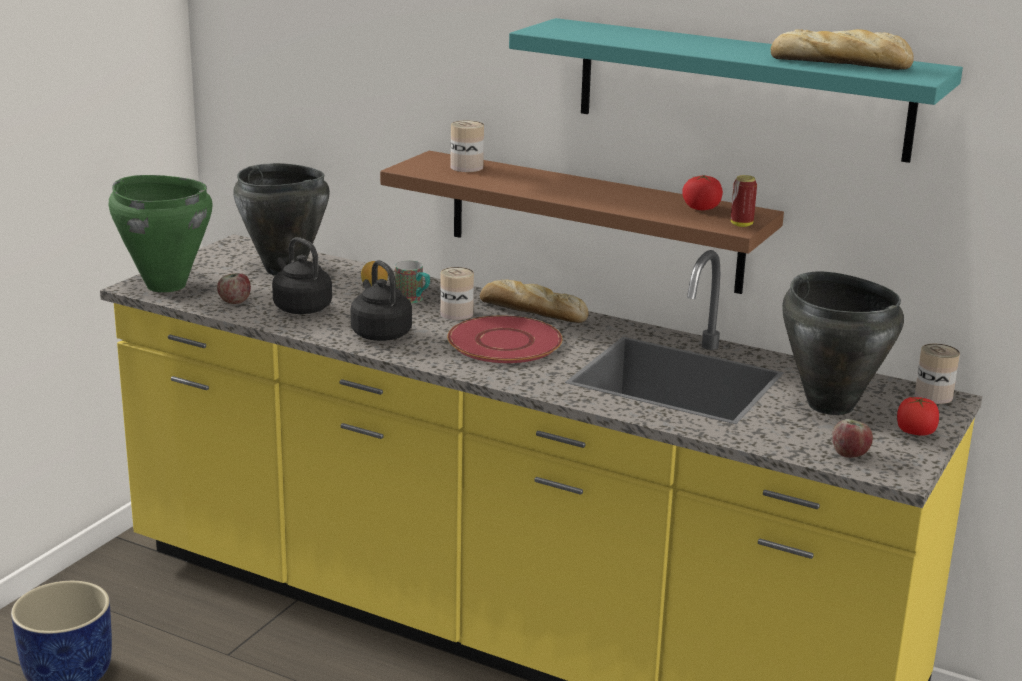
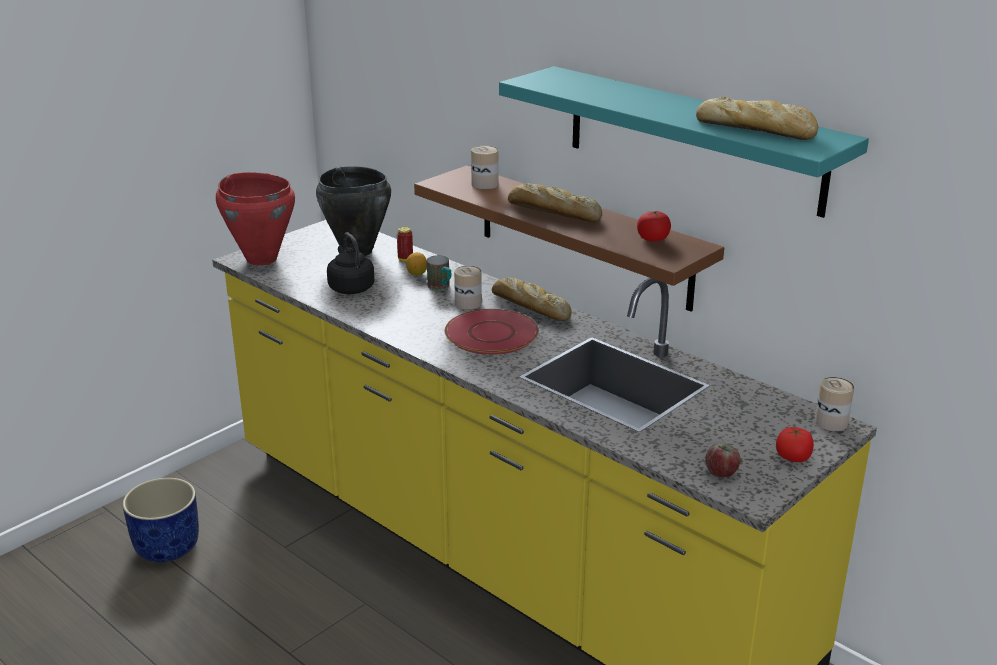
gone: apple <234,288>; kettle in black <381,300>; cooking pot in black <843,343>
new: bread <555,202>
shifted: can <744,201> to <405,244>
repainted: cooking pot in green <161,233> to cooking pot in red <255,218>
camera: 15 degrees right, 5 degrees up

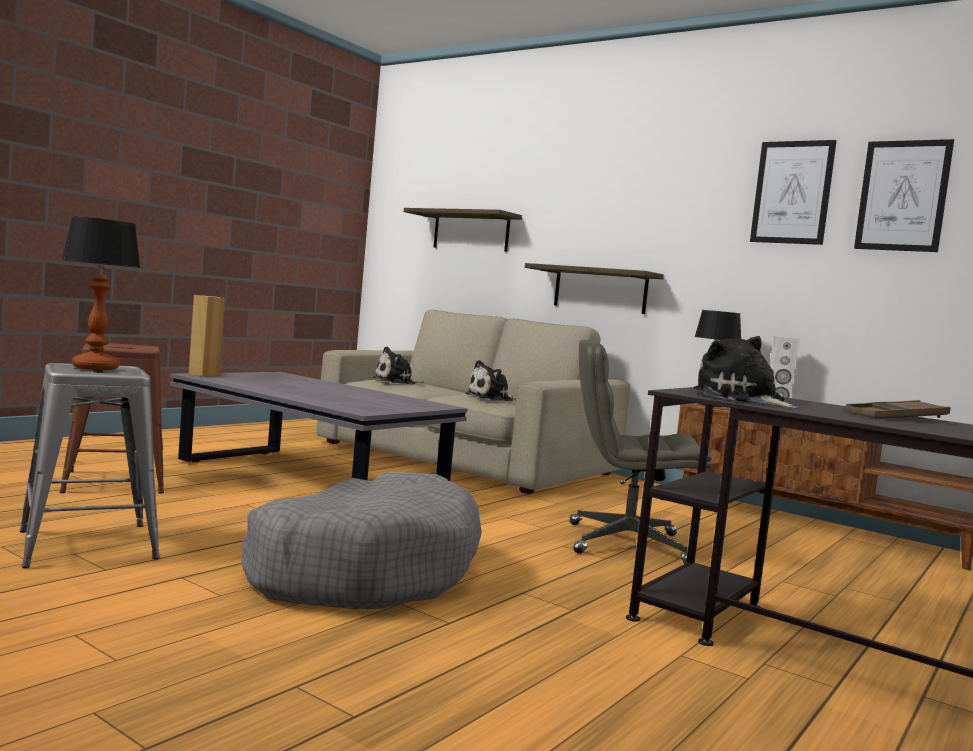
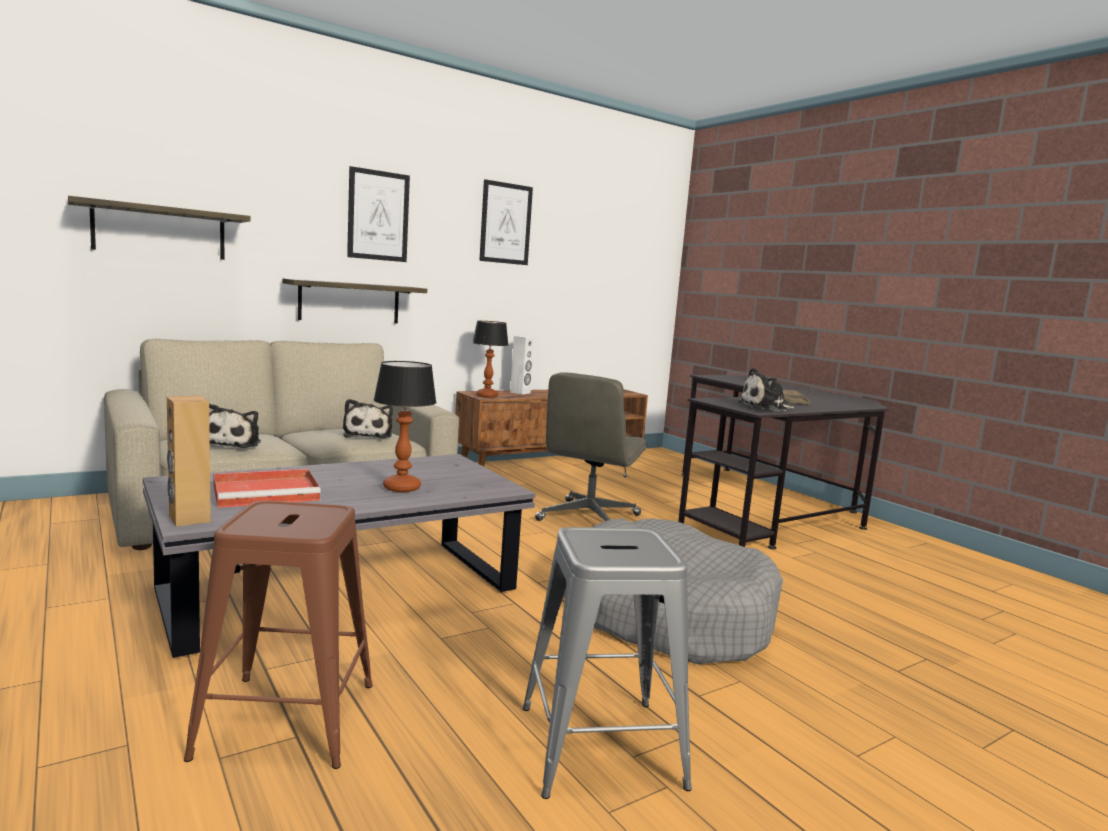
new: tray in red <267,488>
shifted: table lamp <101,293> to <405,426>; picture <904,195> to <378,214>
camera: 70 degrees left, 5 degrees up

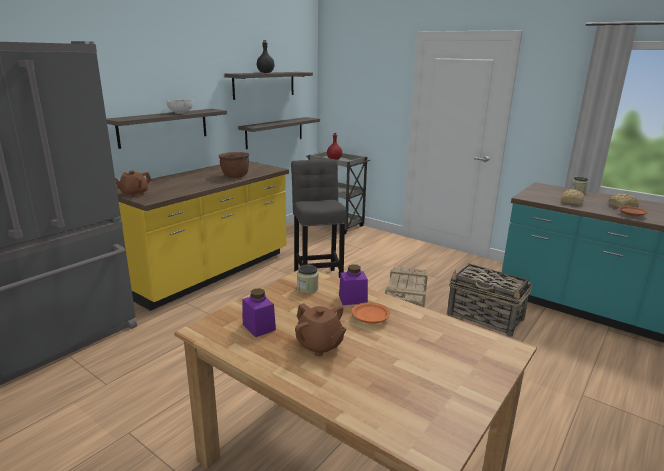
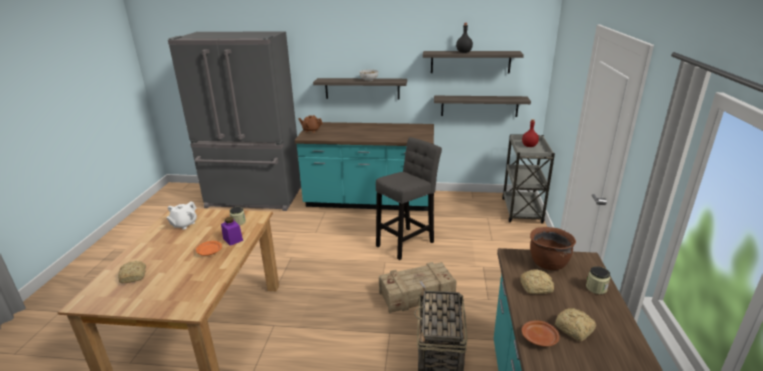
gone: teapot in brown <320,329>
new: bread <132,272>
shifted: cooking pot in brown <233,165> to <553,248>
swapped: jar in purple <259,312> to teapot in white <181,216>
repainted: counter in yellow <202,236> to counter in turquoise <364,166>
camera: 60 degrees right, 5 degrees up

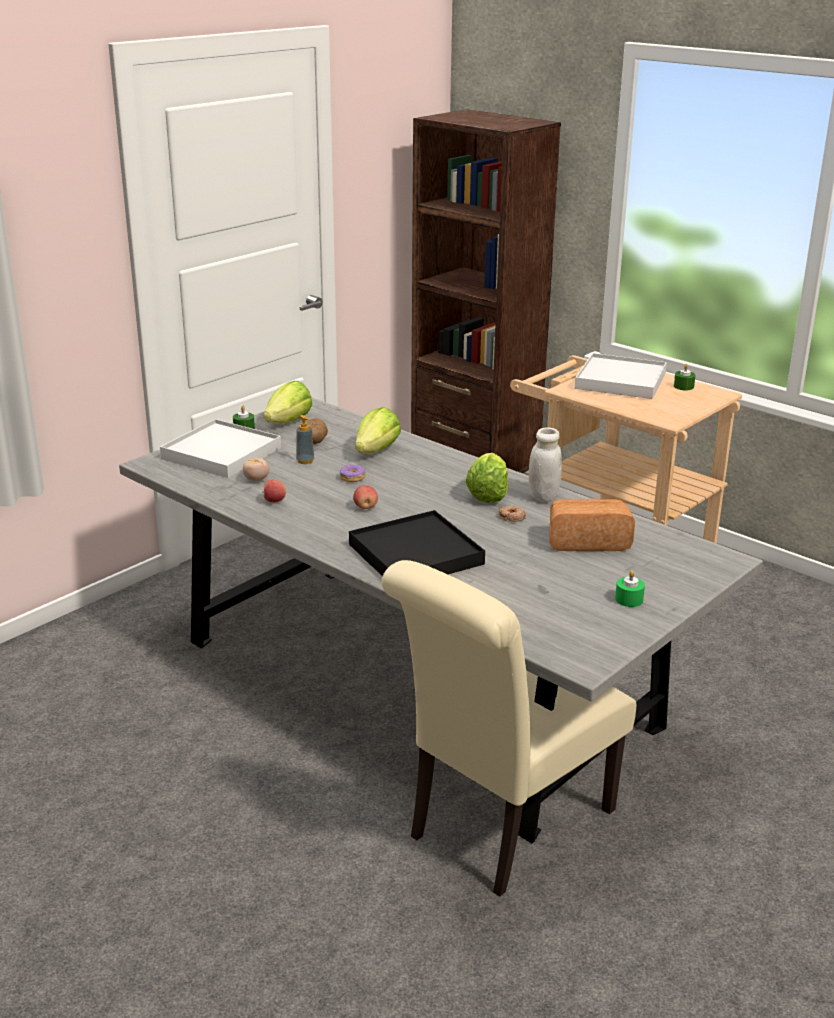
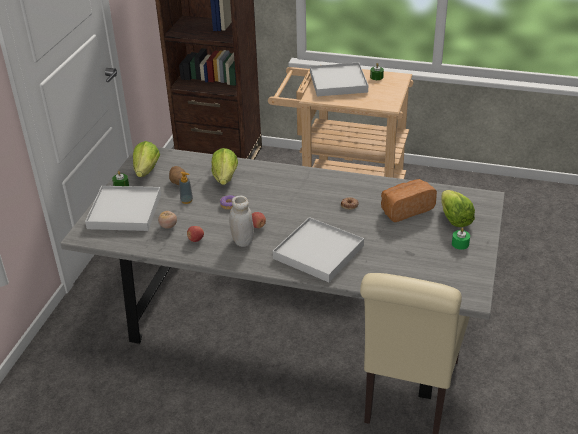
shifted: lettuce <487,478> to <458,208>; jar in white <545,465> to <241,221>
repainted: tray in black <417,543> to tray in white <318,249>
camera: 25 degrees left, 10 degrees up

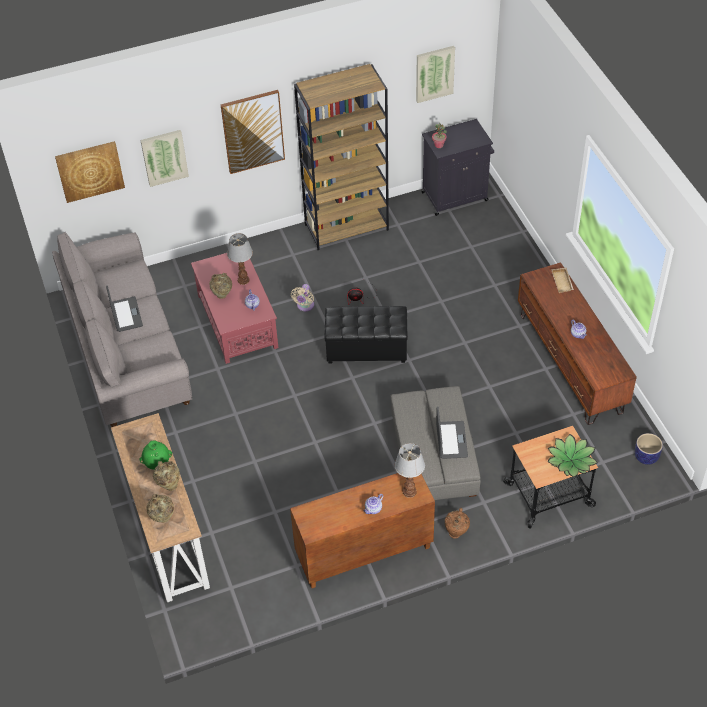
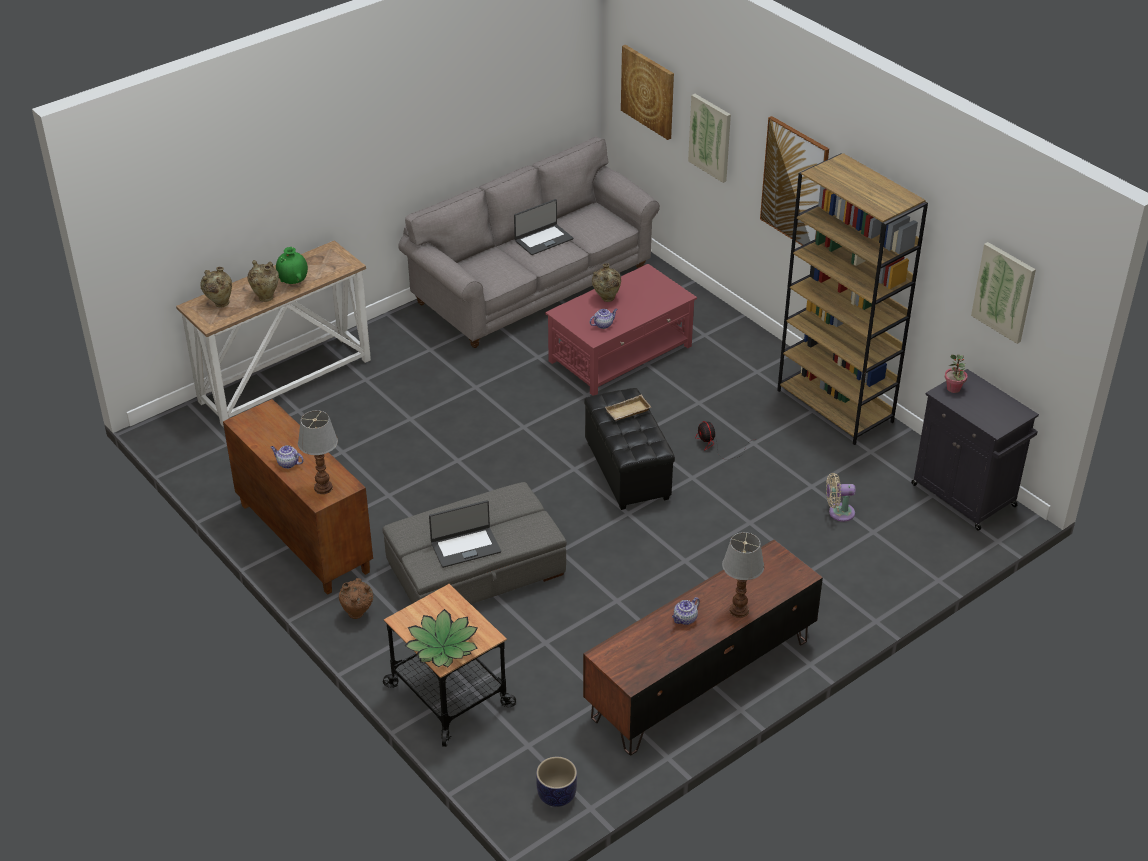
shifted: table lamp <240,259> to <743,575>; fan in beige <302,297> to <841,497>; tray in beige <562,280> to <628,408>
camera: 70 degrees right, 10 degrees down

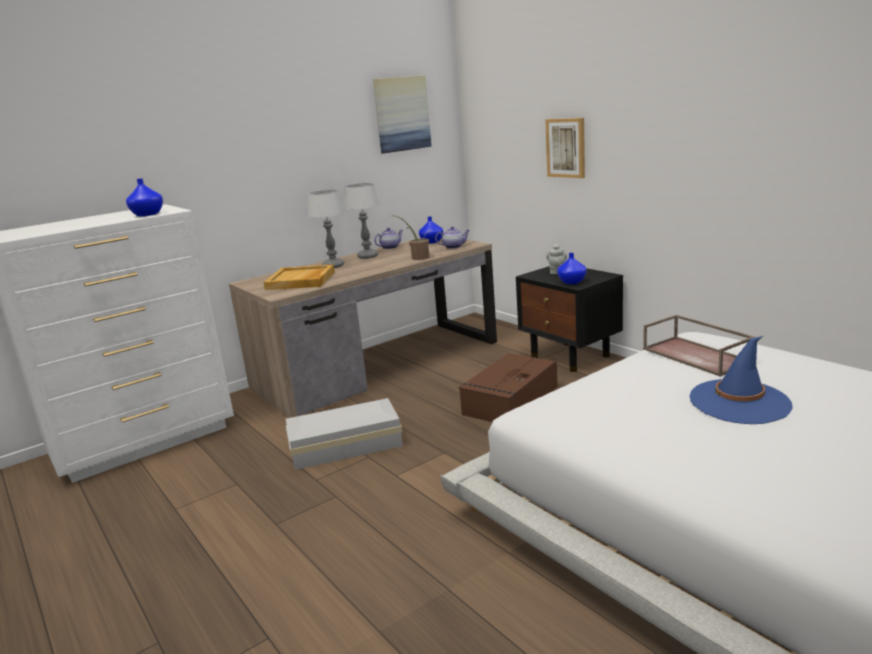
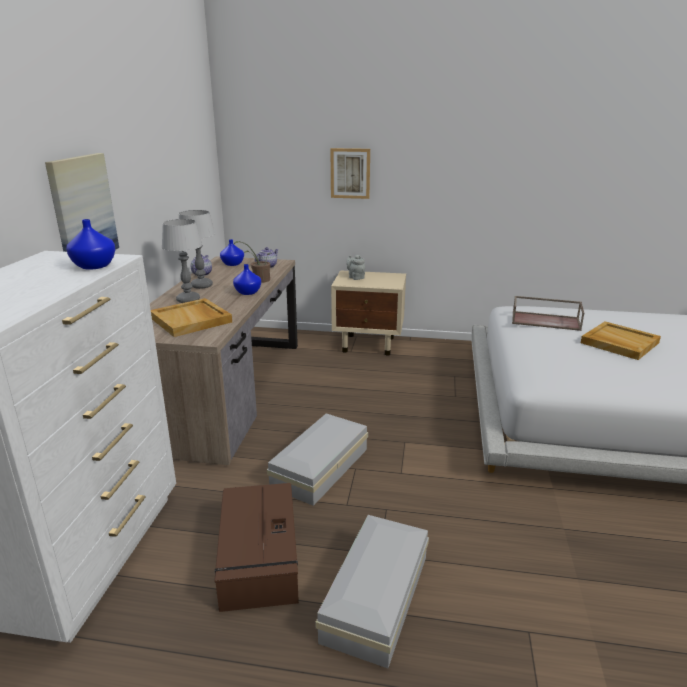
new: storage box in white <372,591>
shifted: picture <402,114> to <82,202>; storage box in brown <508,387> to <256,547>; vase in blue <571,268> to <247,279>
swapped: hat in blue <741,380> to tray in beige <621,340>
repainted: nightstand in black <569,319> to nightstand in beige <368,313>
camera: 45 degrees left, 5 degrees up

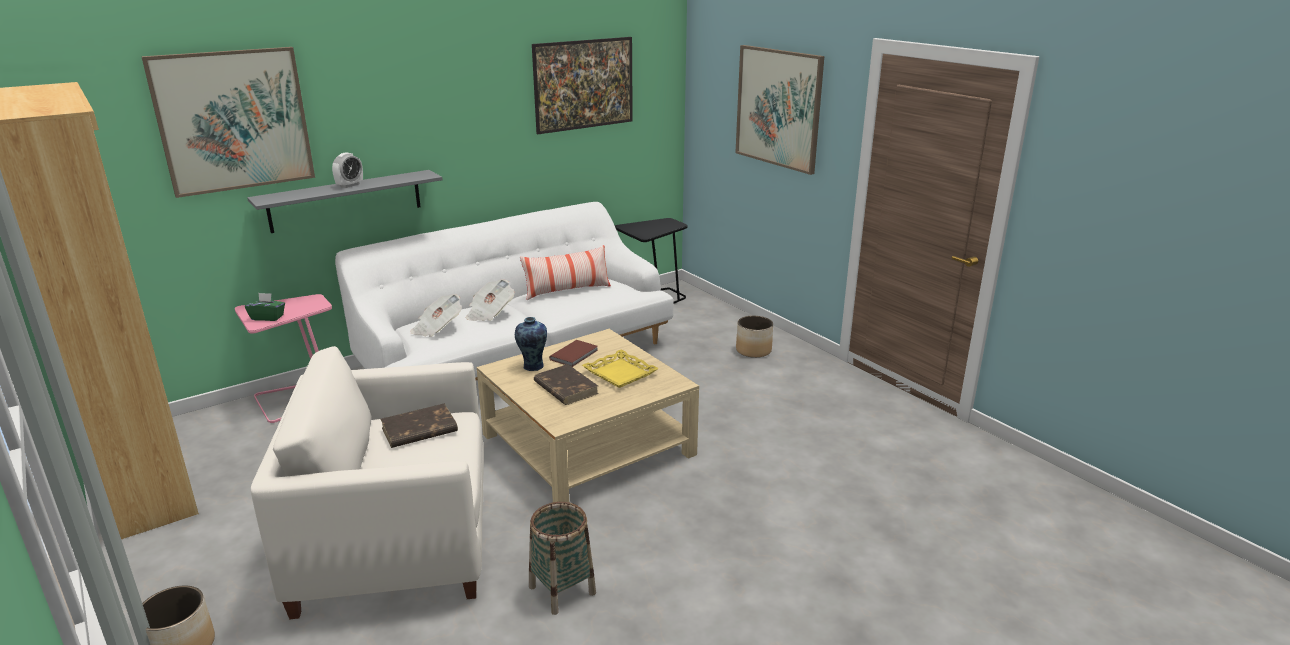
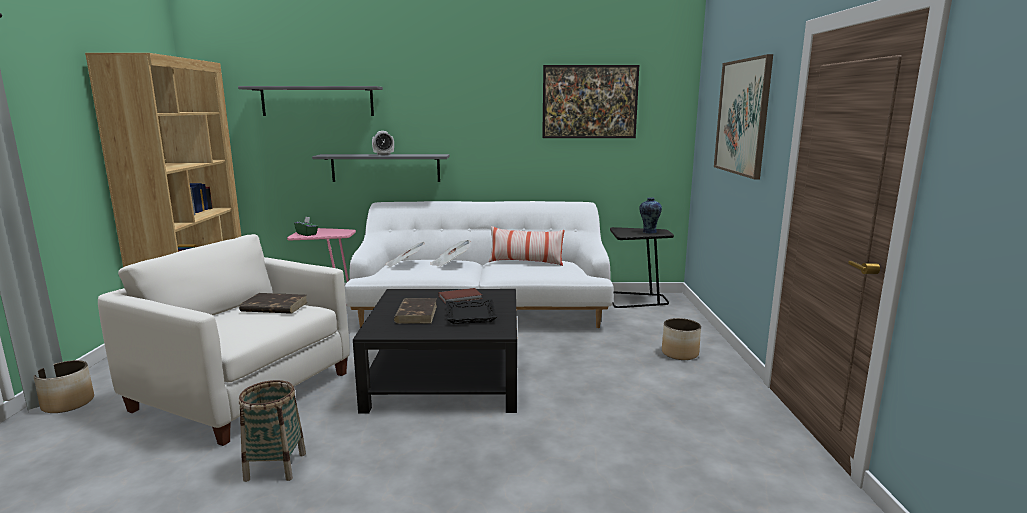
shifted: vase <531,344> to <650,215>
swapped: picture <228,122> to shelf in grey <310,101>
repainted: coffee table in beige <588,415> to coffee table in black <435,351>; tray in yellow <620,368> to tray in black <471,311>
camera: 35 degrees right, 10 degrees down

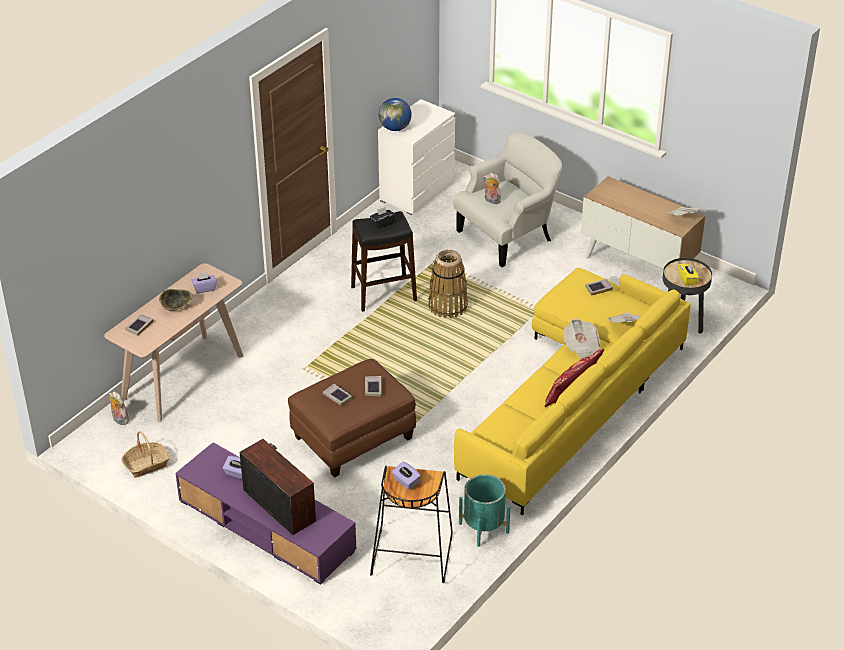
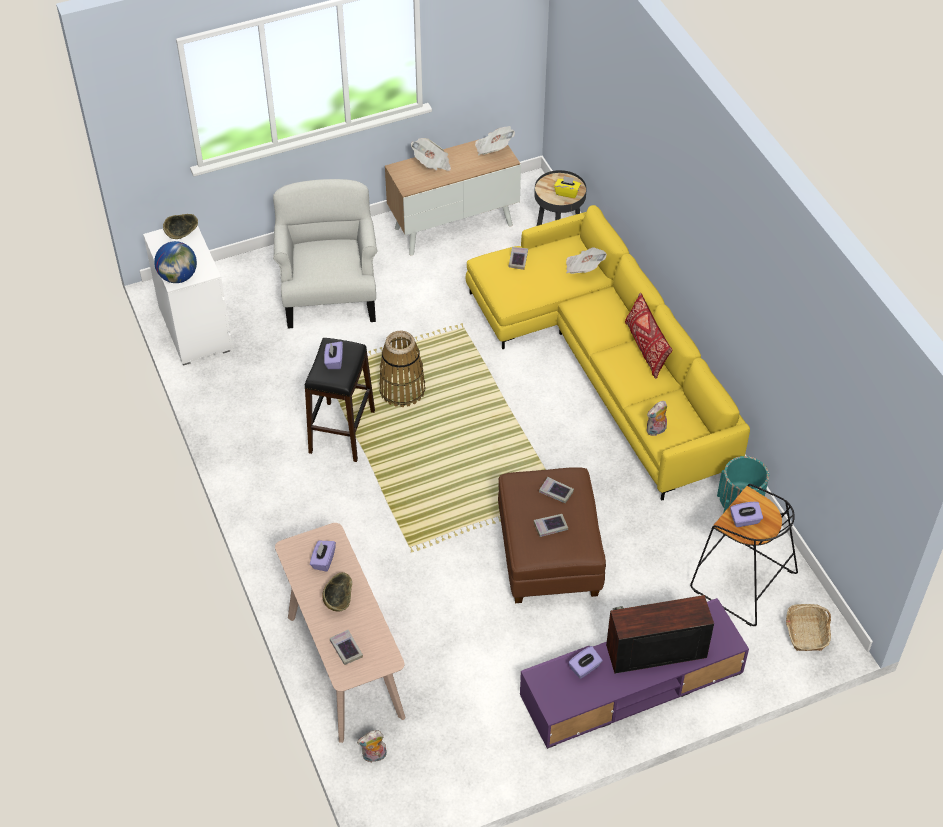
new: bowl <180,226>
shifted: basket <146,454> to <808,627>; plush toy <492,188> to <656,418>; newspaper <582,338> to <431,154>
repainted: tissue box in black <382,218> to tissue box in purple <333,355>
camera: 60 degrees left, 10 degrees up

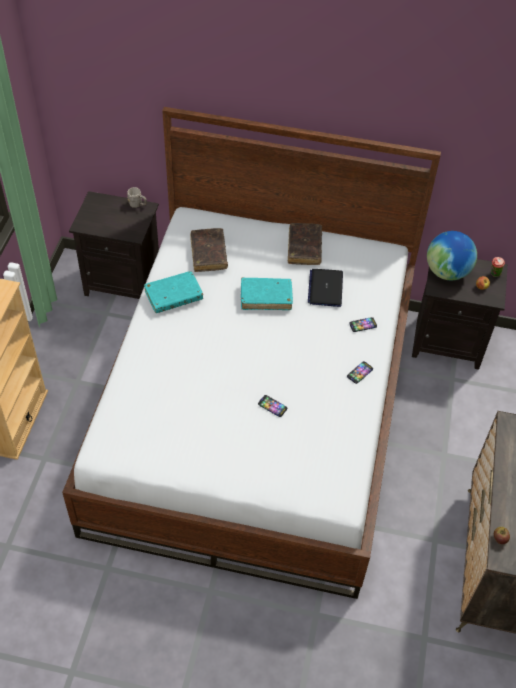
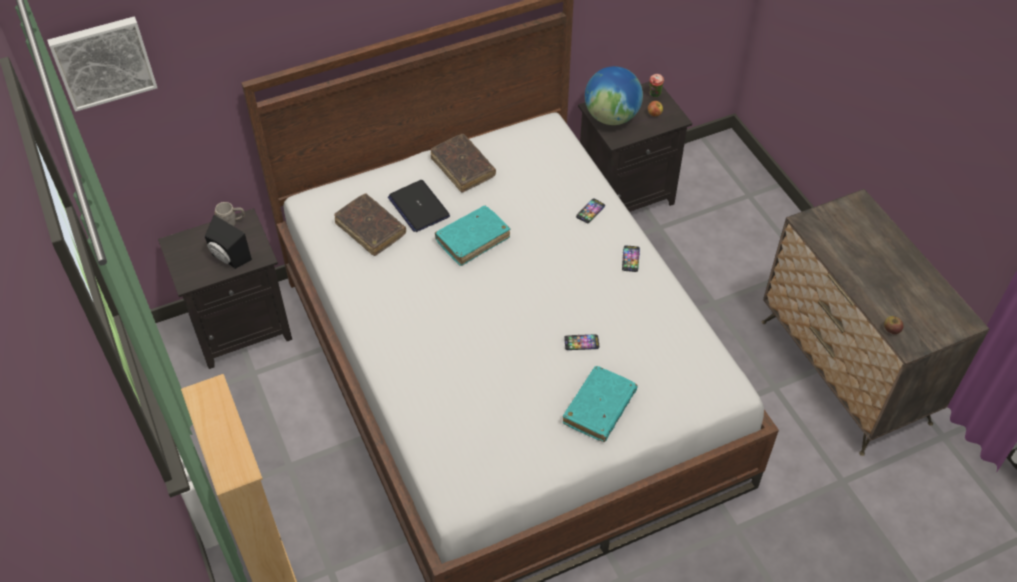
new: picture <102,64>; speaker in black <228,242>
shifted: book in turquoise <173,292> to <600,404>; laptop <325,288> to <419,206>
camera: 35 degrees left, 0 degrees up

